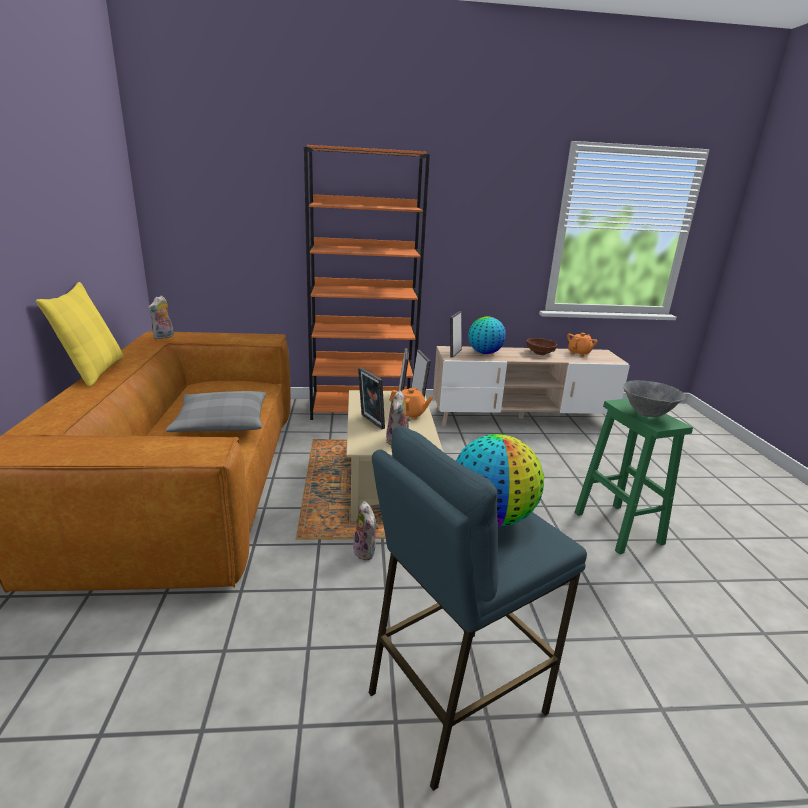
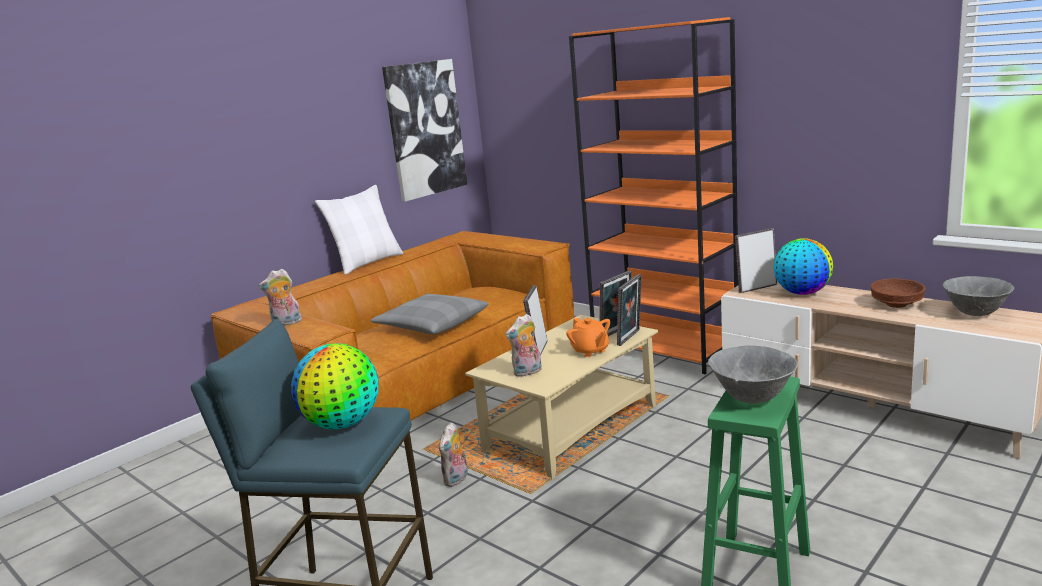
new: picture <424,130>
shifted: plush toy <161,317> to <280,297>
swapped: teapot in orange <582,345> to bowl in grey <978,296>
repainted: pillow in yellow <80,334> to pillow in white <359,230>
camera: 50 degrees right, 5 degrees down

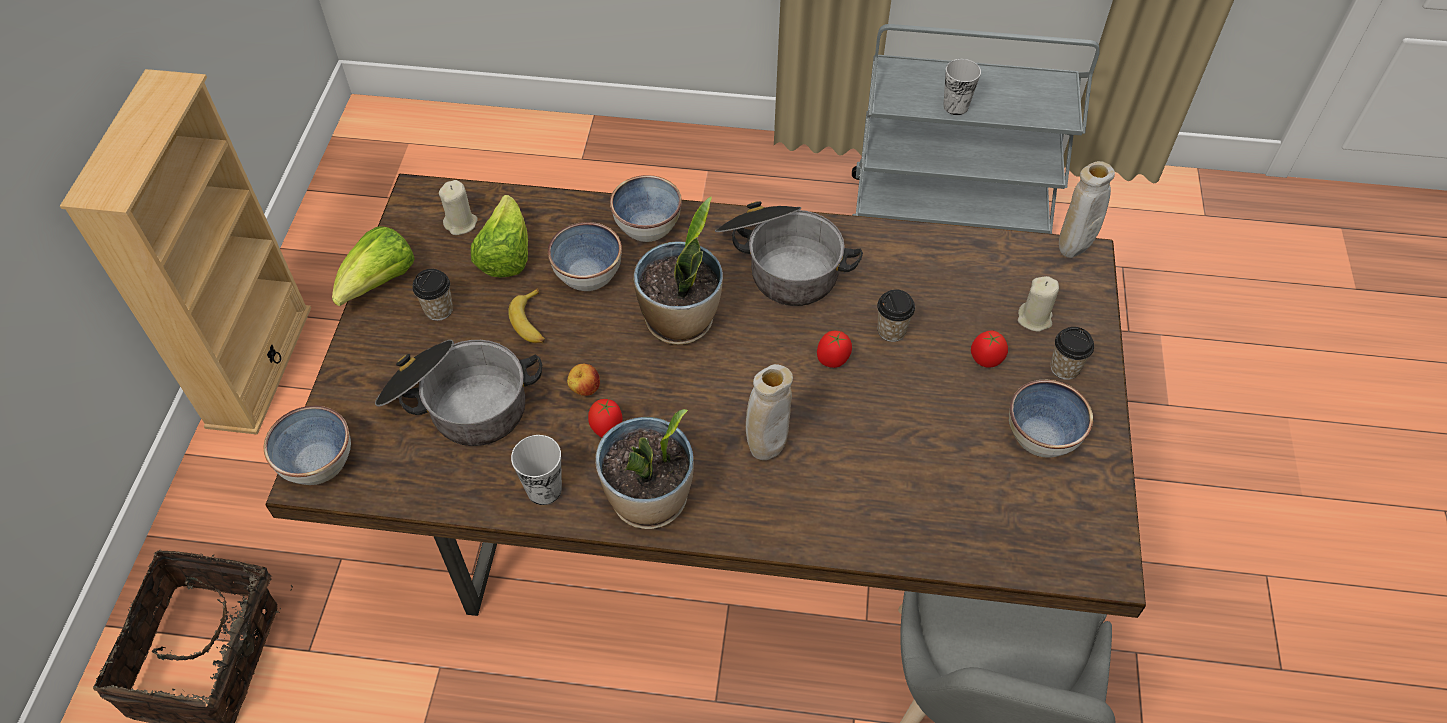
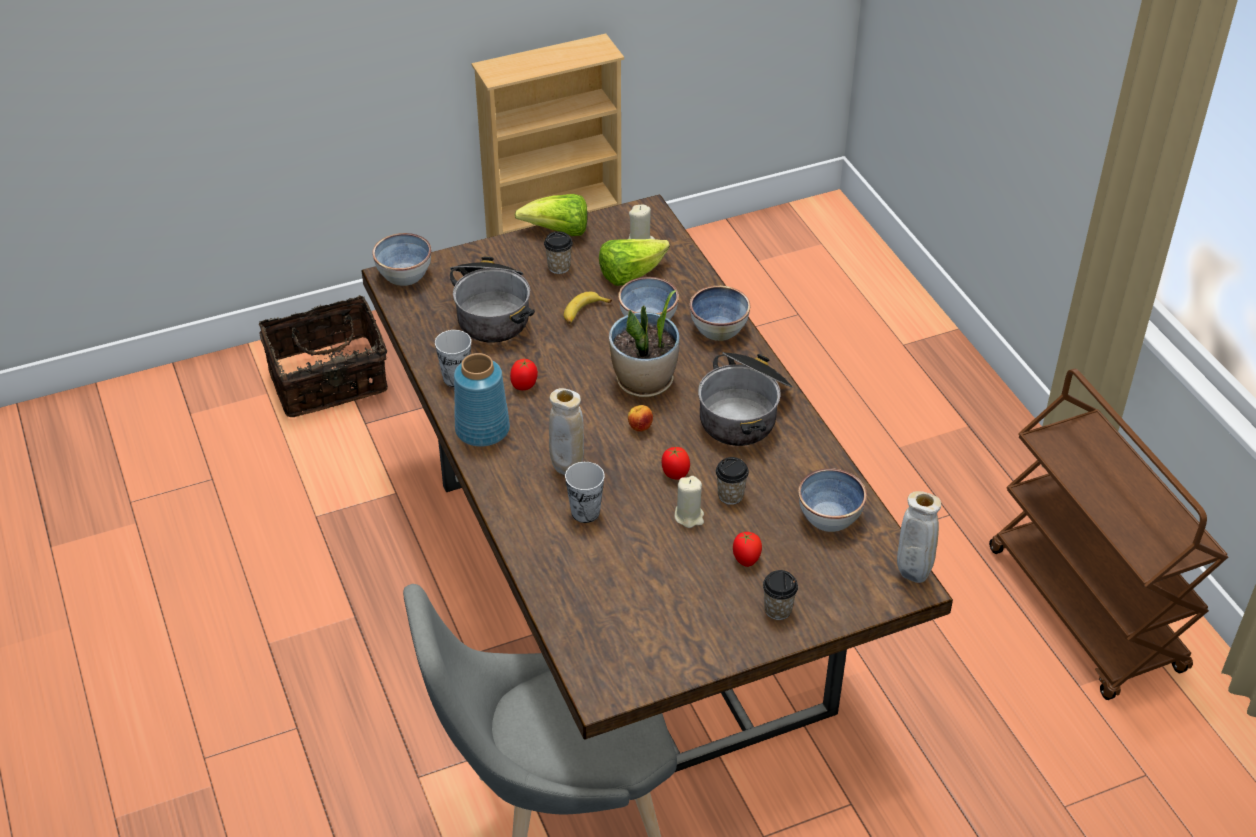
shifted: apple <583,380> to <640,418>; cup <962,87> to <584,492>; bowl <1051,419> to <832,500>; candle in beige <1038,303> to <689,502>
swapped: potted plant <644,469> to vase in blue <482,400>
repainted: cart in grey <976,129> to cart in brown <1108,534>
camera: 60 degrees right, 10 degrees down

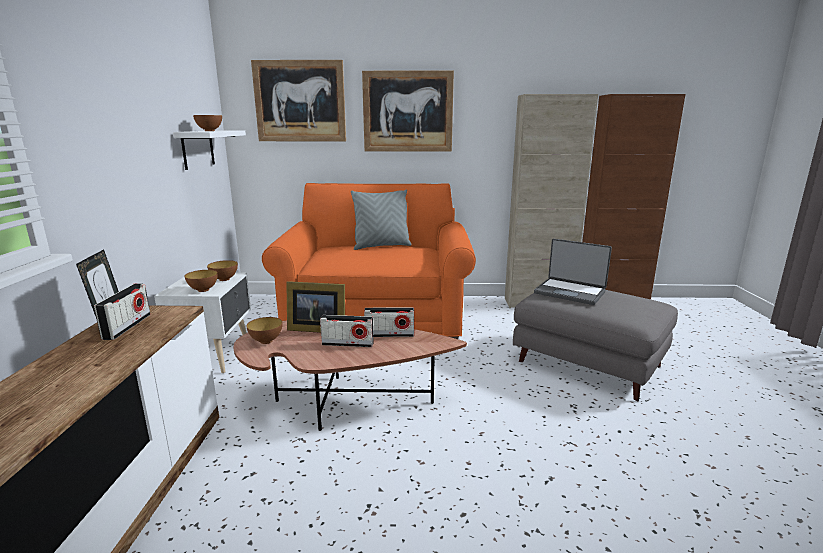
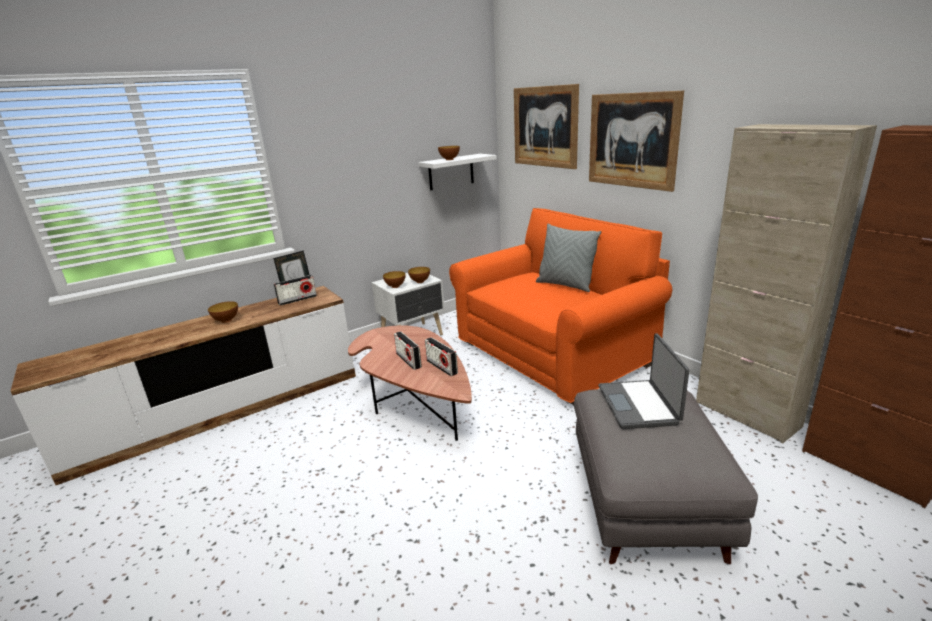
gone: picture frame <315,307>
shifted: bowl <264,330> to <223,312>
camera: 55 degrees right, 5 degrees up

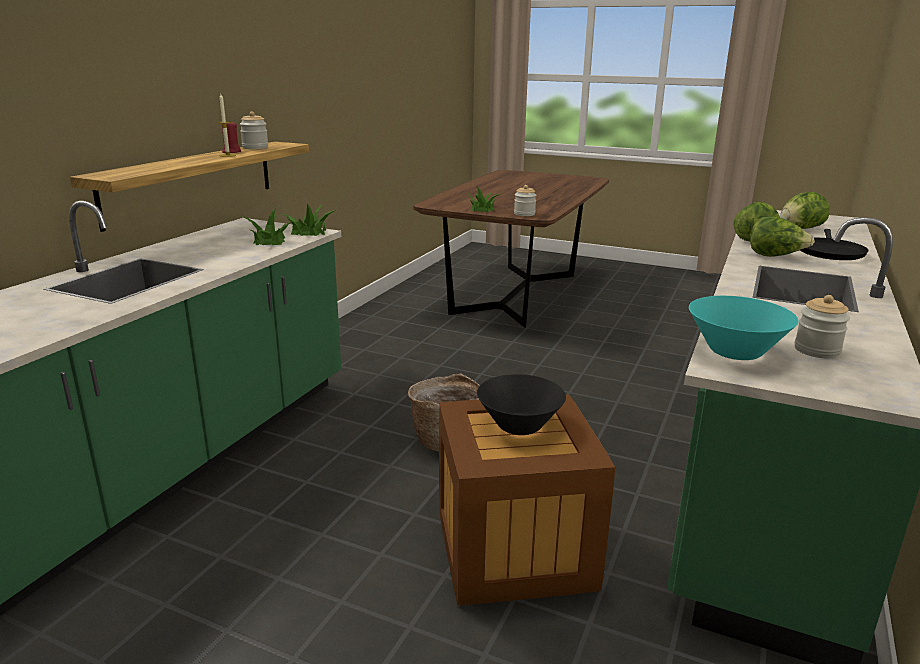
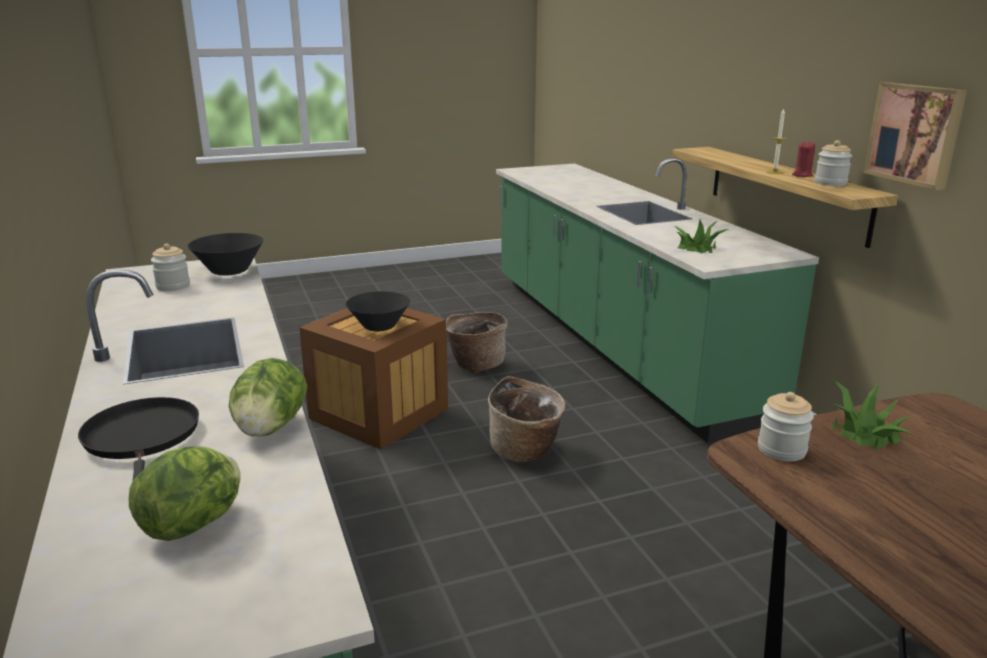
gone: potted plant <309,220>; lettuce <782,237>
new: basket <477,343>; picture <915,136>
repainted: bowl in turquoise <744,328> to bowl in black <225,254>
camera: 135 degrees right, 0 degrees up

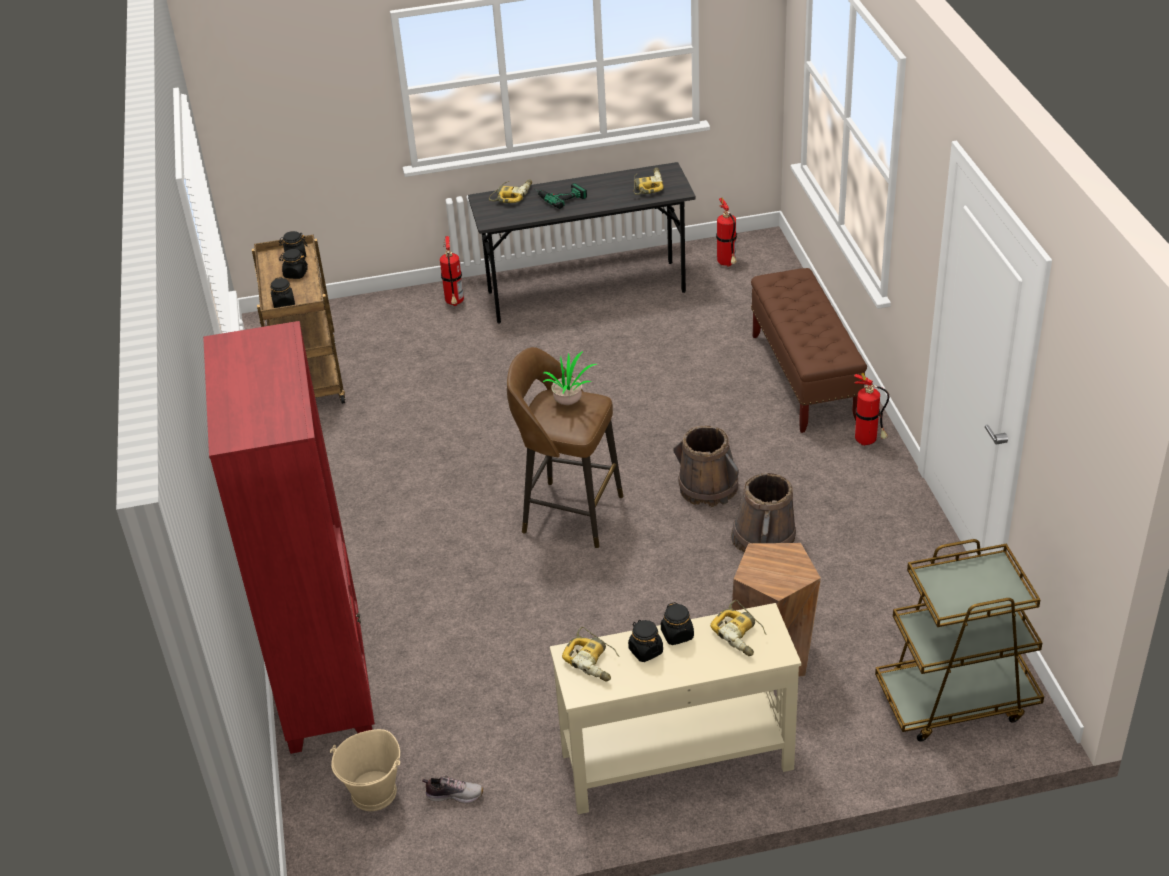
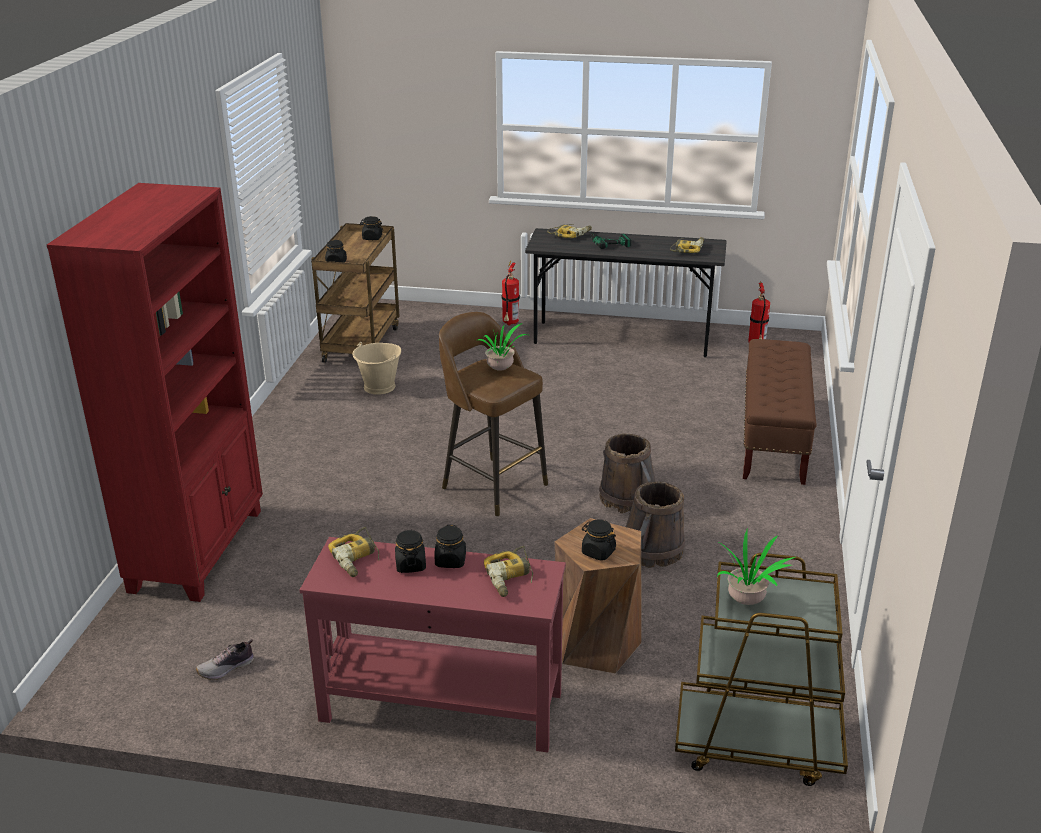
gone: fire extinguisher <871,409>
new: potted plant <756,567>
shifted: jar in black <293,264> to <599,540>; bucket in beige <365,770> to <377,368>
repainted: console table in beige <675,708> to console table in red <433,645>
rotated: shoe <452,790> = <225,659> 120 degrees clockwise
camera: 20 degrees right, 10 degrees down

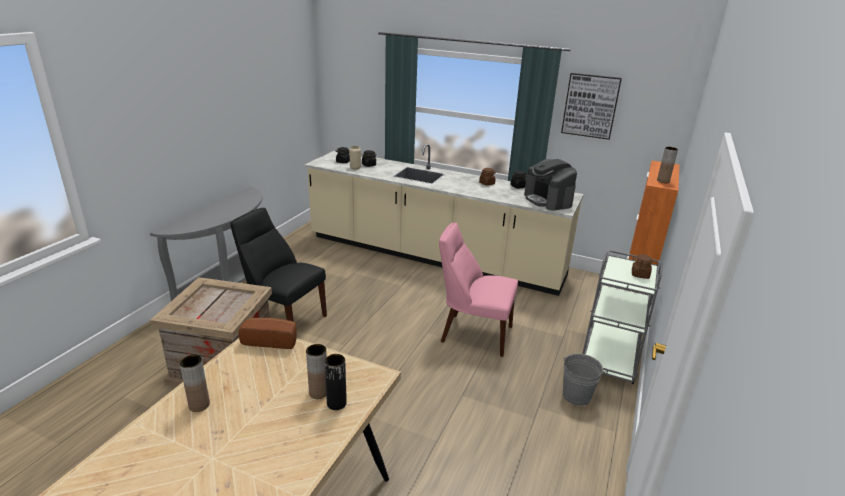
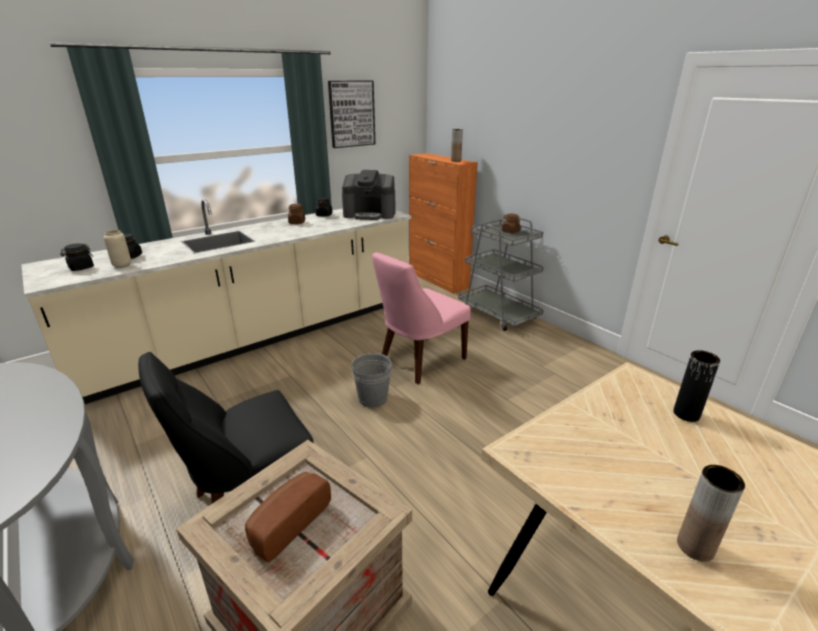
gone: vase in brown <316,371>
shifted: bread <267,333> to <288,517>; bucket in grey <584,379> to <371,380>
camera: 60 degrees left, 0 degrees up

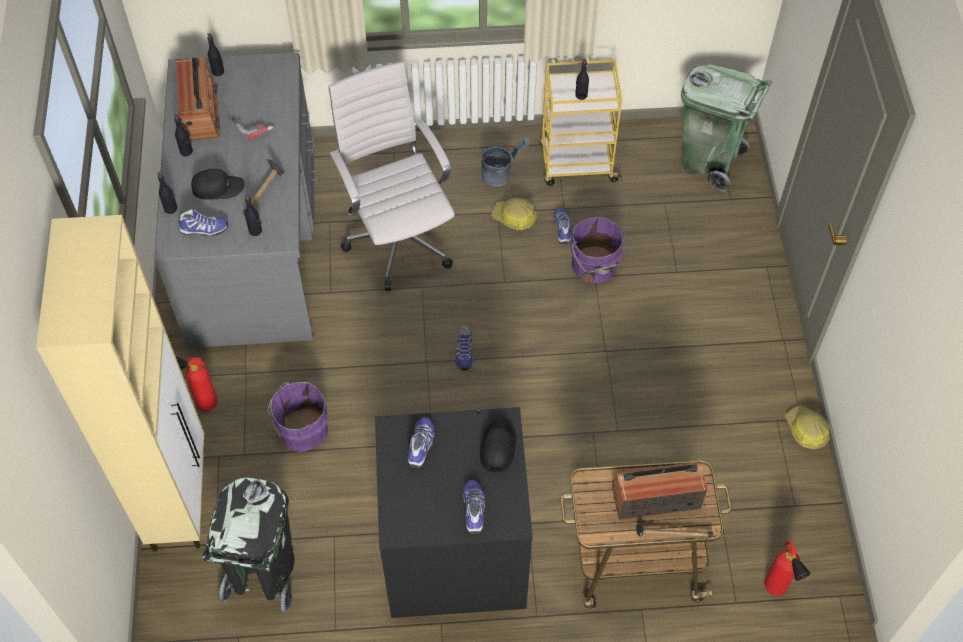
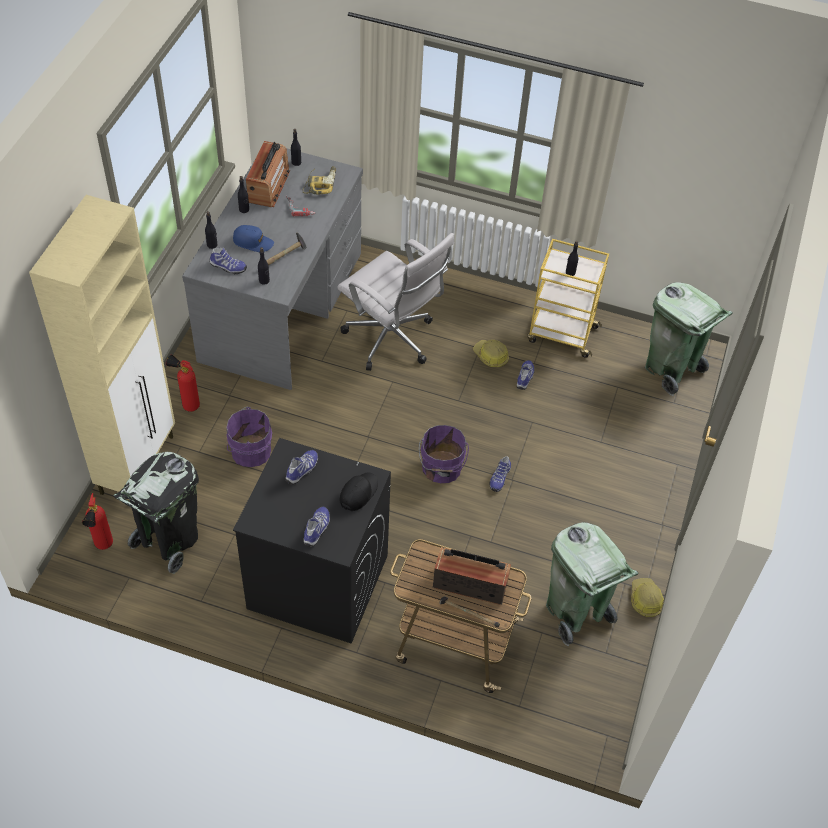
gone: bucket in grey <505,162>
new: power drill <319,180>; trash can in green <592,584>
shifted: shoe <464,348> to <500,474>; bucket in purple <598,250> to <444,454>; fire extinguisher <788,567> to <97,521>
repainted: cap in black <218,184> to cap in blue <253,238>
rotated: office chair in white <391,176> = <396,302> 135 degrees clockwise
camera: 20 degrees right, 5 degrees down

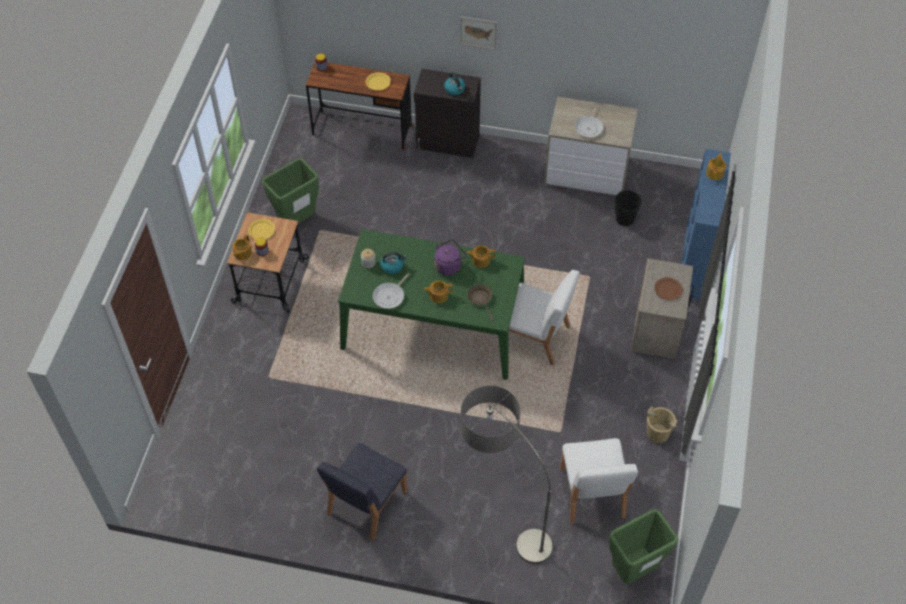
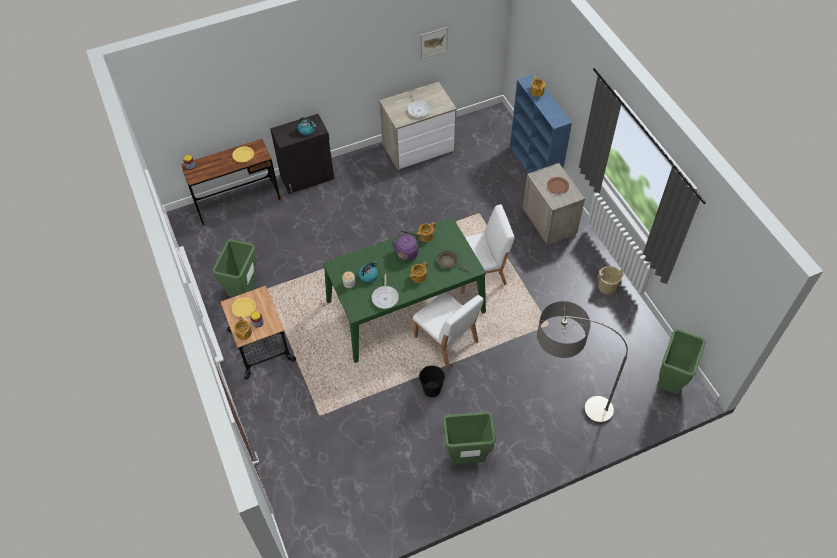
shifted: picture <478,33> to <434,43>; chair in white <599,481> to <448,330>; bucket in black <628,207> to <432,381>
swapped: chair in blue <362,492> to trash can in green <469,438>
camera: 35 degrees left, 0 degrees up

